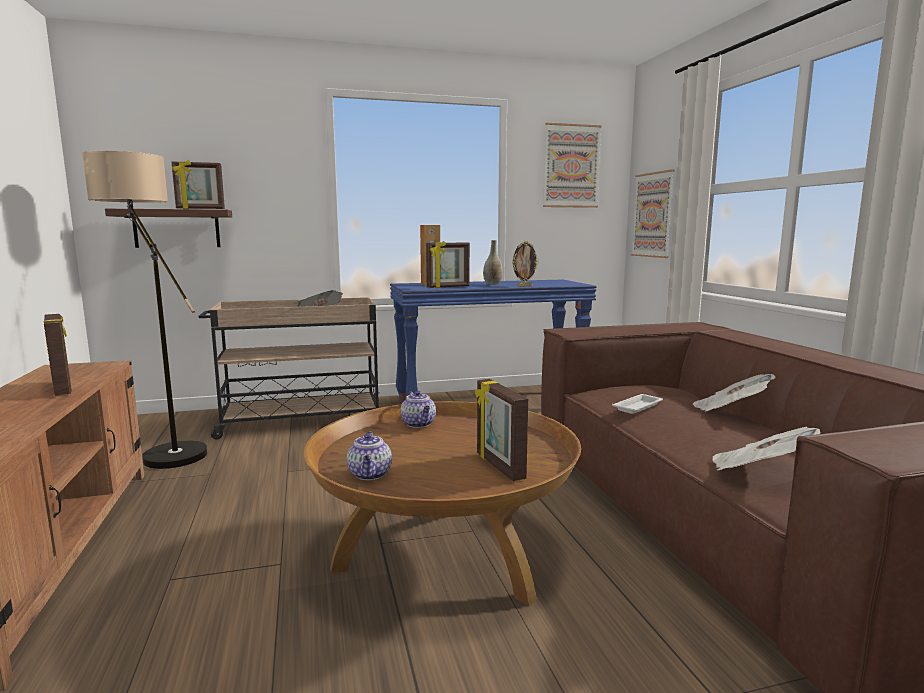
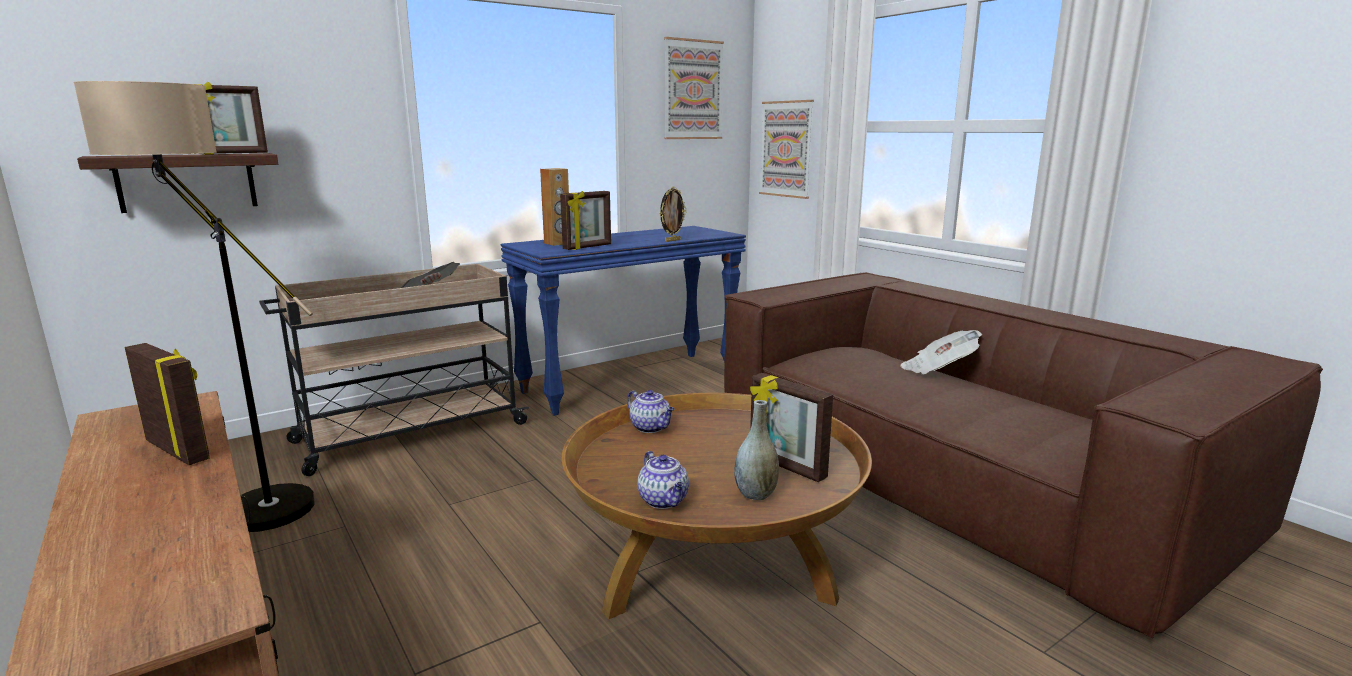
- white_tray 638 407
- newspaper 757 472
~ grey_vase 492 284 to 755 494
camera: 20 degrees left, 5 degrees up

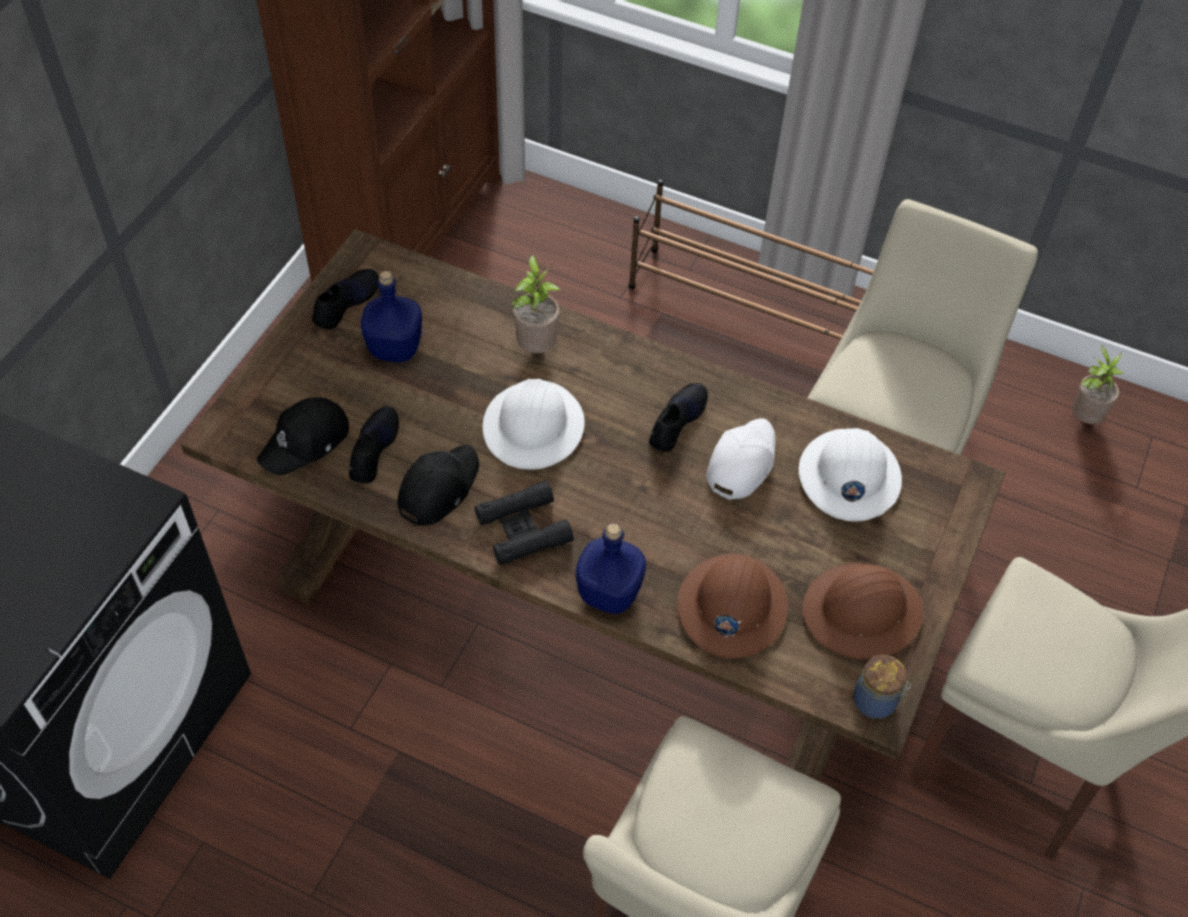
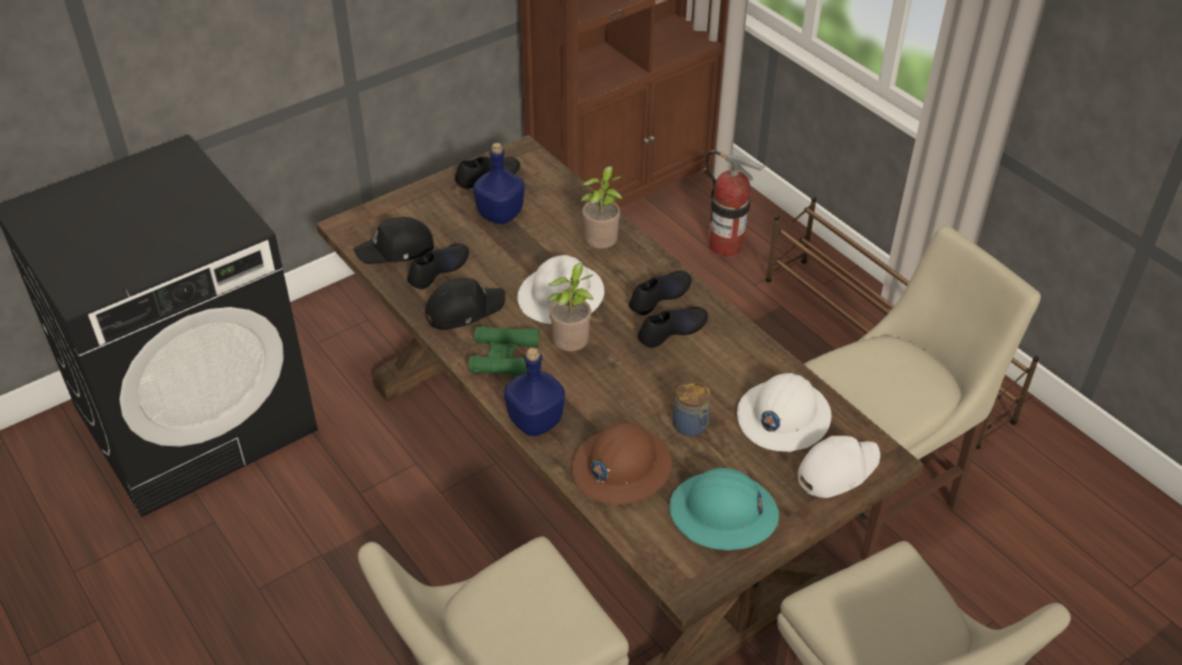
+ black_shoe 659 296
+ fire_extinguisher 726 246
~ white_cap 740 462 to 836 470
~ jar 876 702 to 691 426
~ potted_plant 1083 417 to 572 348
~ black_binoculars 523 529 to green_binoculars 504 357
~ brown_hard_hat 862 613 to turquoise_hard_hat 723 513
camera: 30 degrees right, 10 degrees down

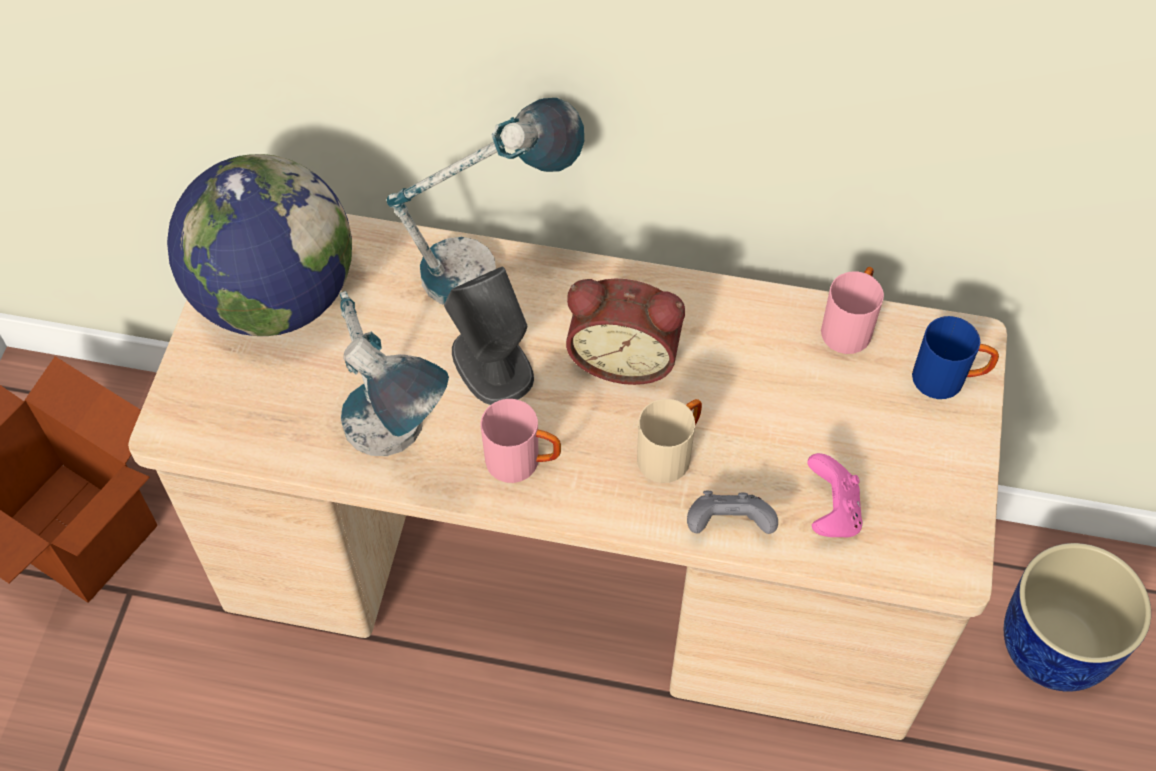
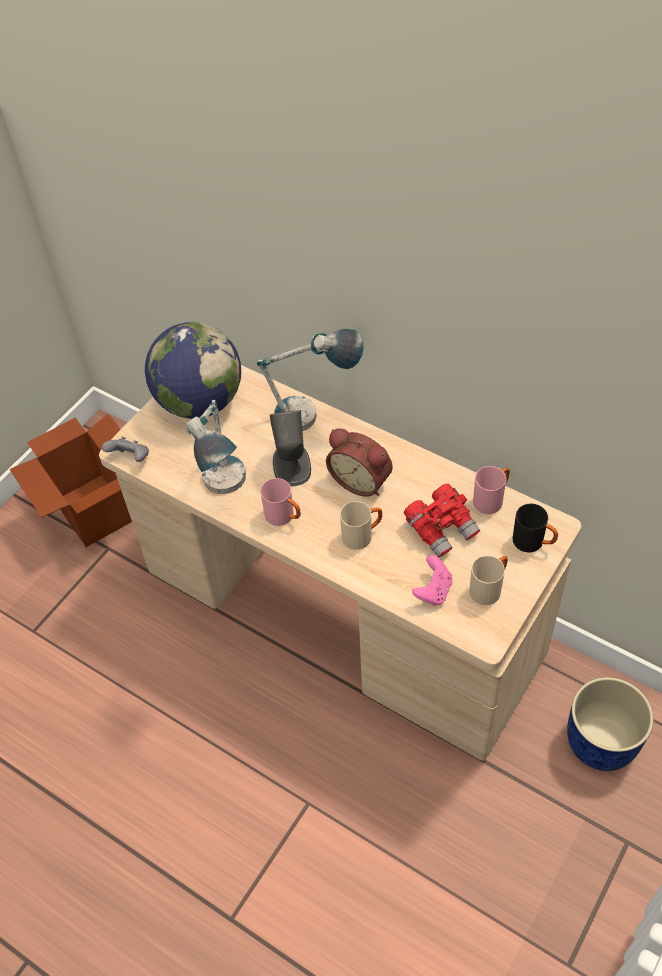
+ red_binoculars 442 528
+ beige_mug 489 588
~ grey_game_controller 728 526 to 131 458
~ blue_mug 948 379 to black_mug 533 543
camera: 25 degrees right, 5 degrees down

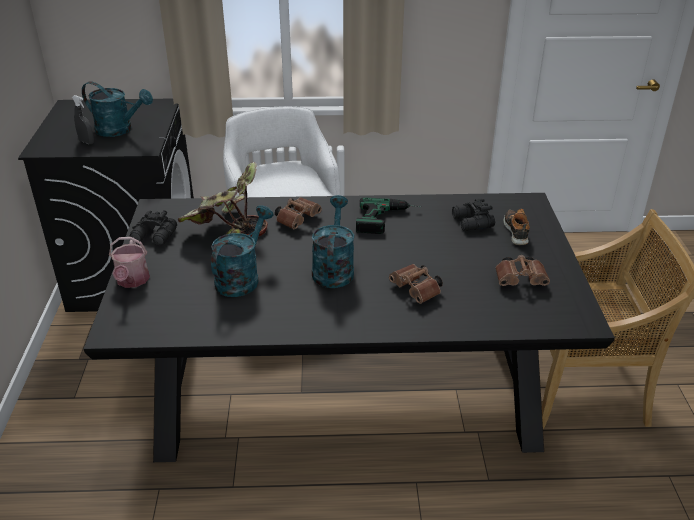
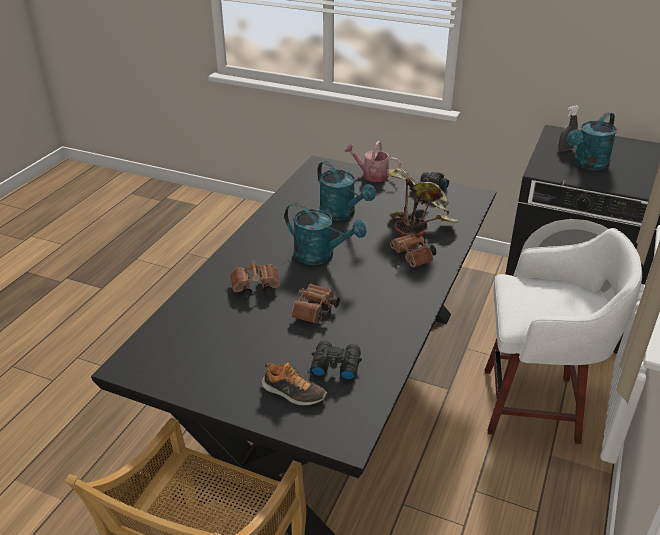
- power_drill 388 220
~ brown_binoculars 521 280 to 315 312
camera: 115 degrees right, 0 degrees up

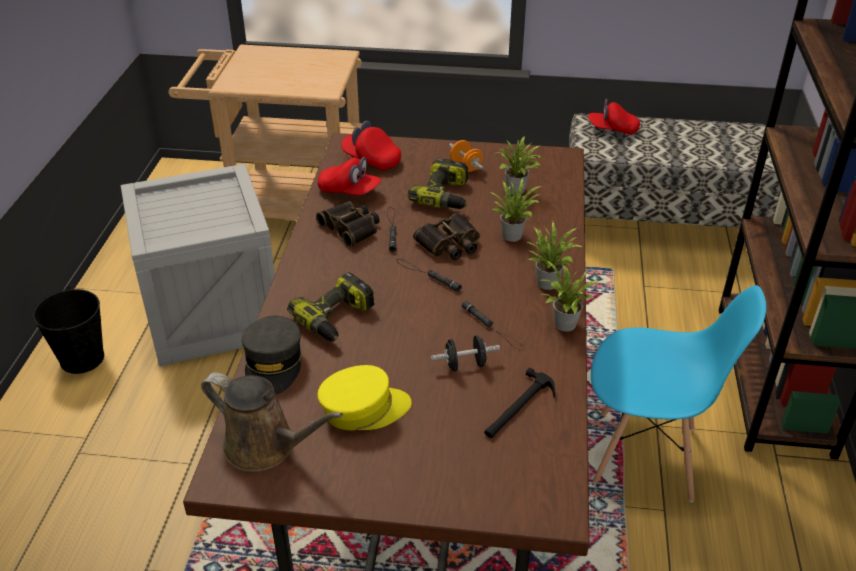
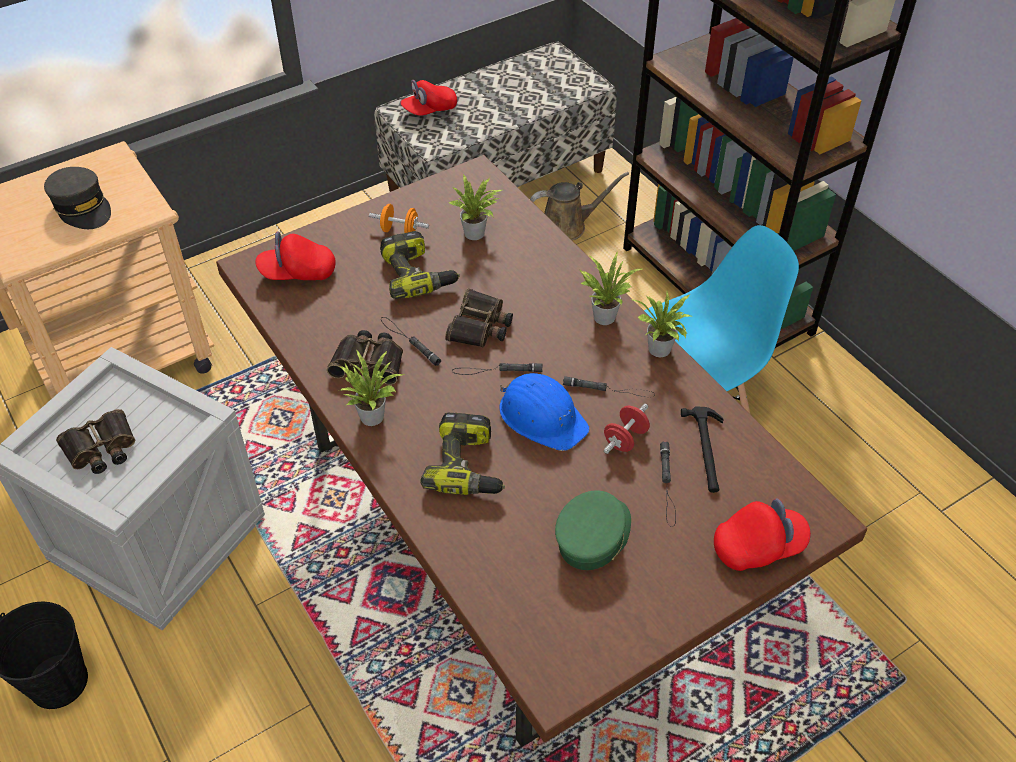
+ binoculars 101 449
+ blue_hard_hat 542 416
+ black_flashlight 667 485
~ brown_watering_can 265 446 to 567 226
~ grey_cap 273 364 to 82 207
~ red_cap 349 191 to 758 547
~ potted_plant 513 234 to 372 414
~ yellow_cap 364 409 to green_cap 593 537
~ black_dumbbell 465 365 to red_dumbbell 625 439
camera: 40 degrees left, 10 degrees up

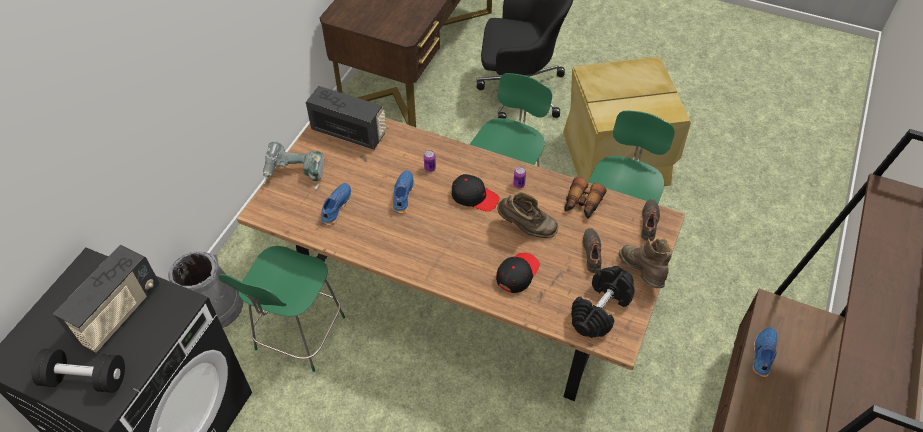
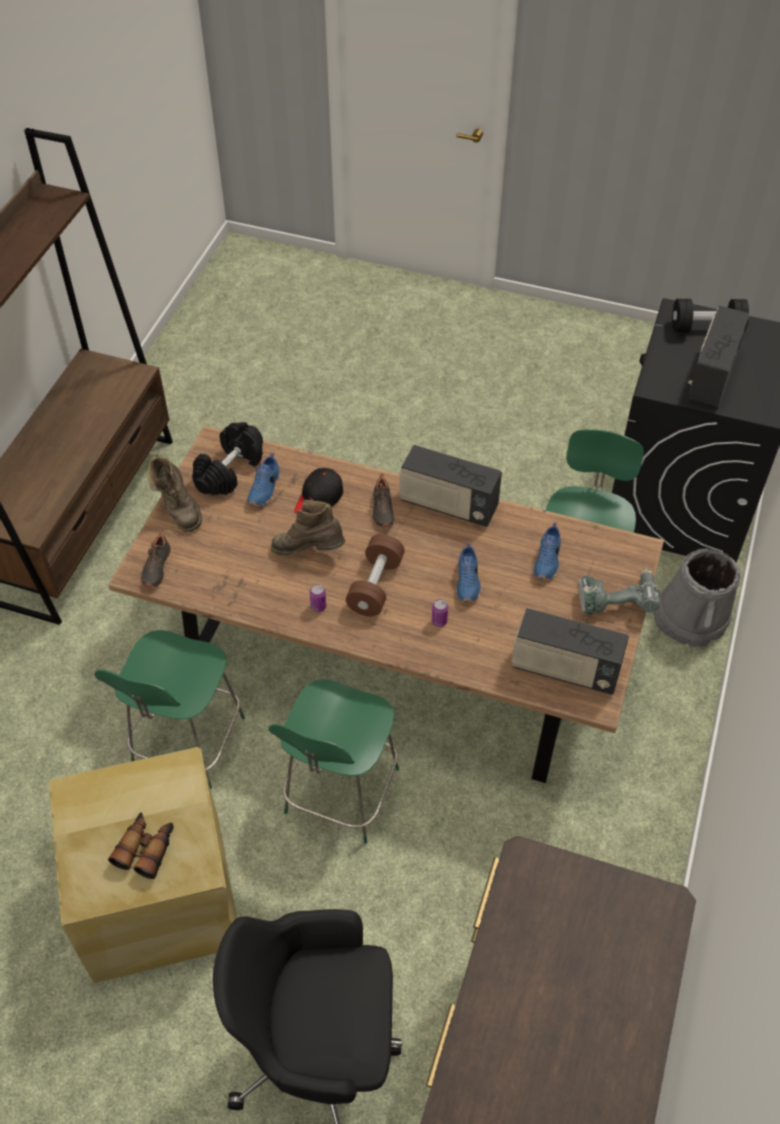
+ radio 448 505
~ binoculars 582 204 to 146 848
~ black_shoe 593 253 to 381 509
~ blue_shoe 762 354 to 265 489
~ black_cap 474 197 to brown_dumbbell 375 586
camera: 175 degrees right, 0 degrees up

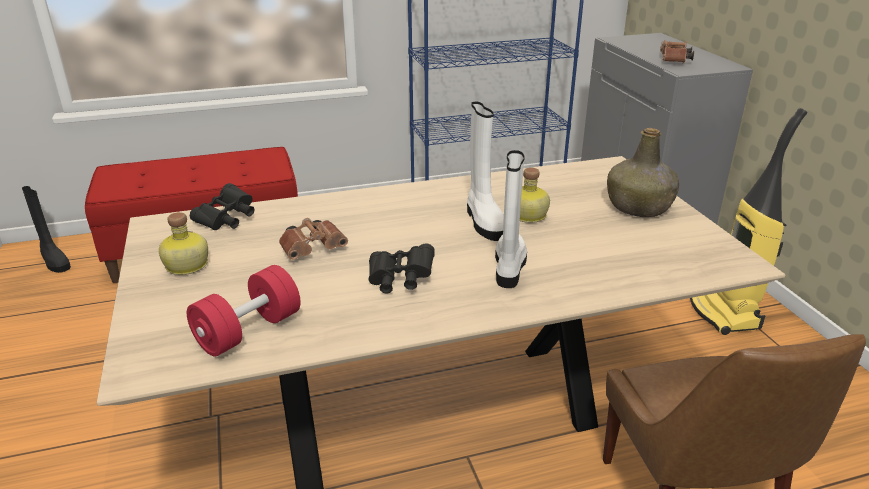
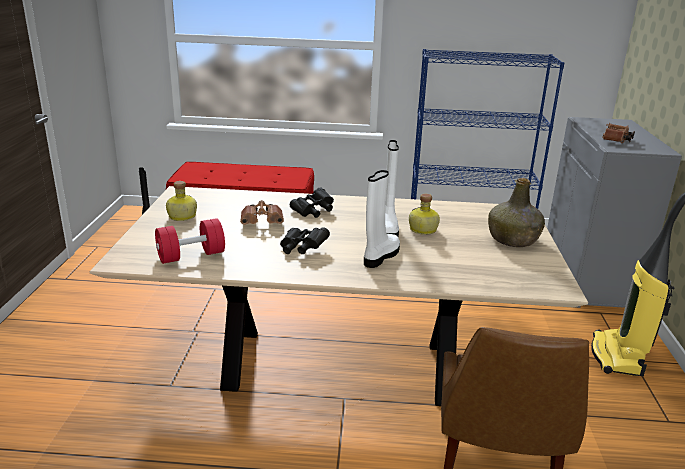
~ black_binoculars 227 219 to 313 211
camera: 20 degrees right, 5 degrees down

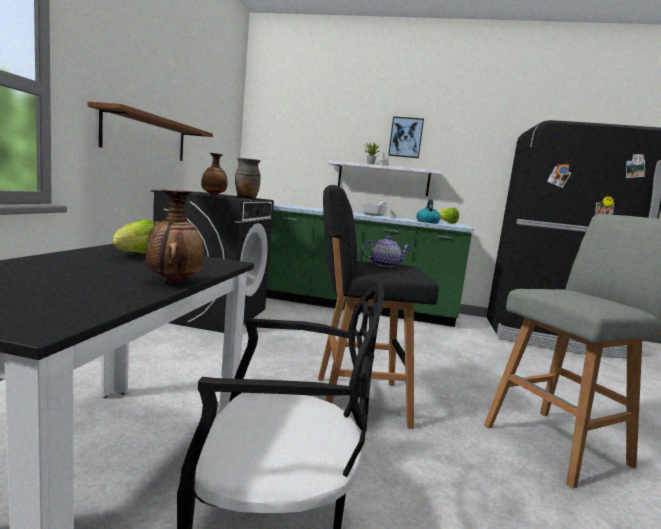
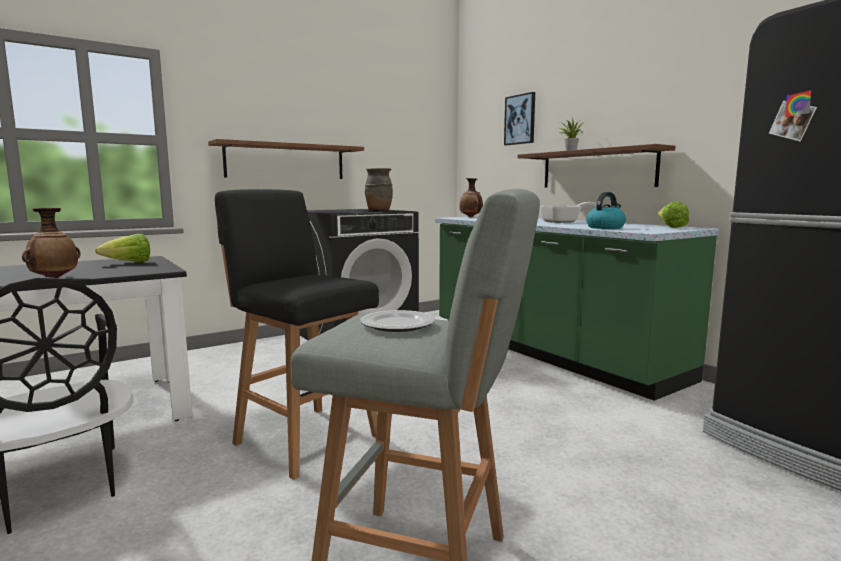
- teapot 384 265
+ plate 397 324
~ vase 214 195 to 471 217
~ picture 406 137 to 520 119
~ white_shelf 383 179 to brown_shelf 597 169
camera: 45 degrees right, 0 degrees up

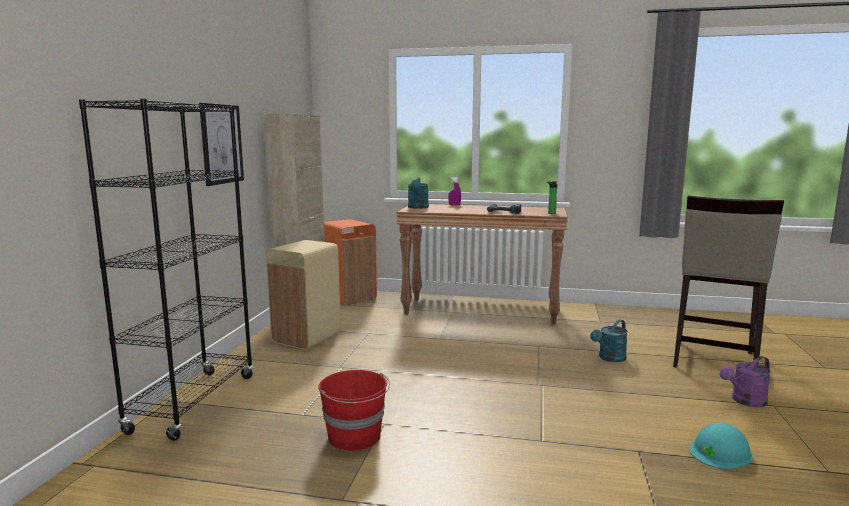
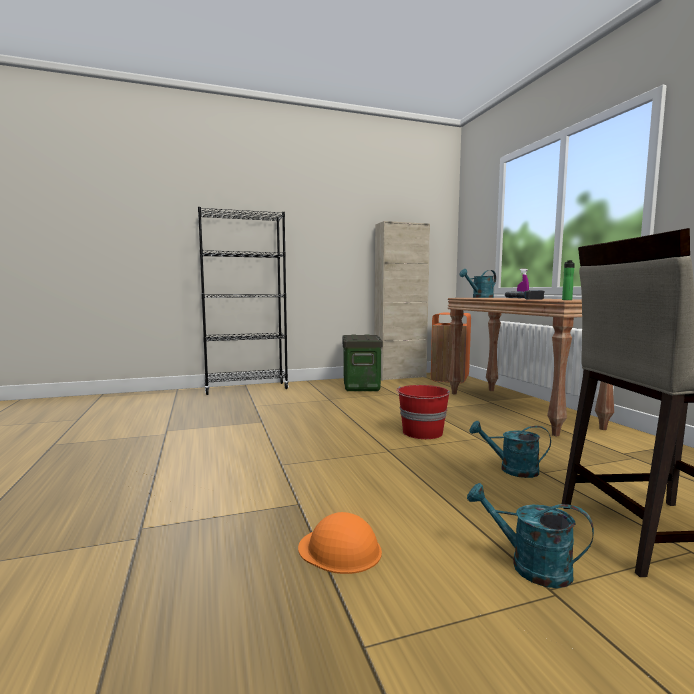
- picture 221 144
~ red_bucket 355 437 to 422 433
~ beige_trash_can 306 337 to storage_box 360 385
~ turquoise_hard_hat 720 452 to orange_hard_hat 340 549
~ purple_watering_can 745 401 to turquoise_watering_can 529 566
camera: 60 degrees right, 5 degrees down

